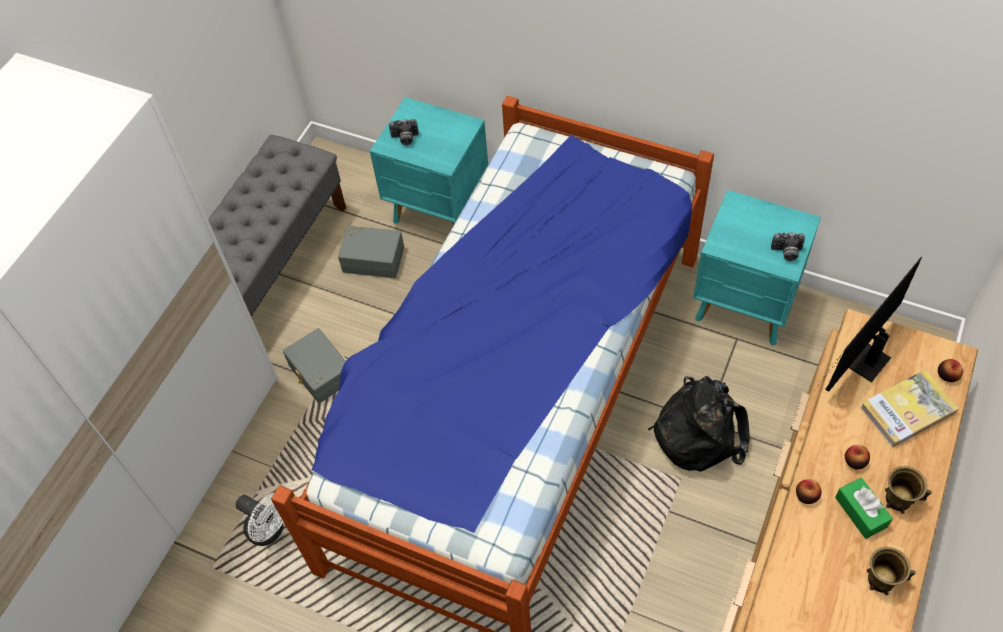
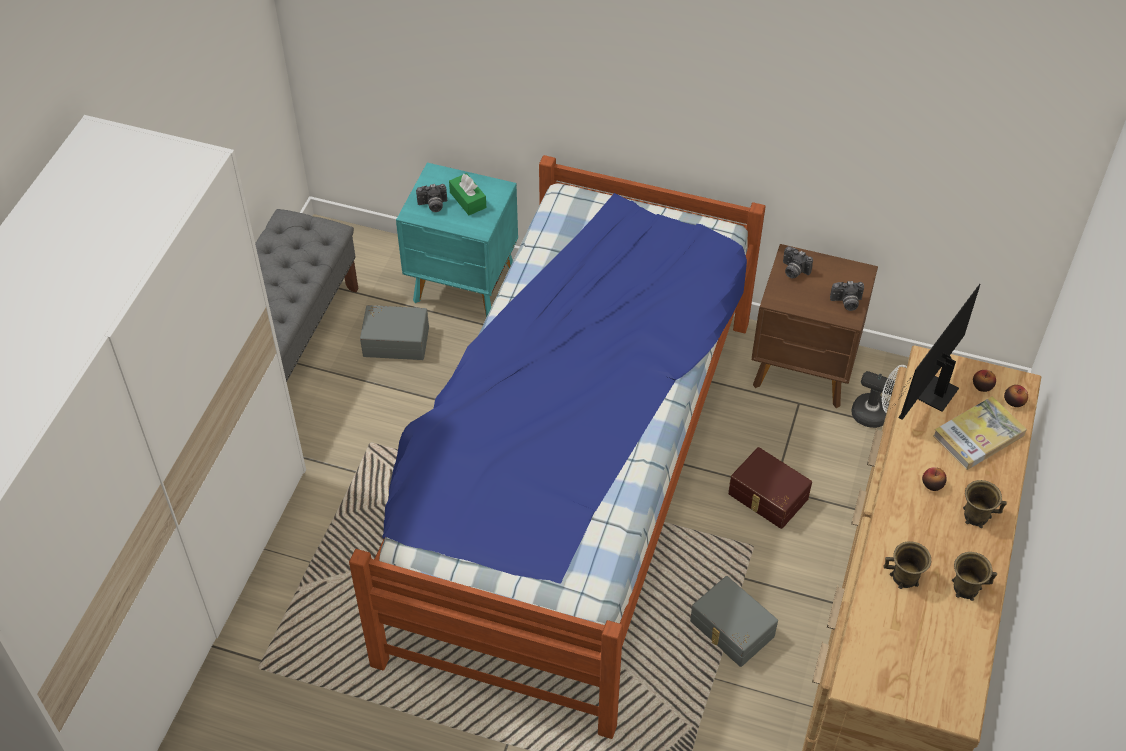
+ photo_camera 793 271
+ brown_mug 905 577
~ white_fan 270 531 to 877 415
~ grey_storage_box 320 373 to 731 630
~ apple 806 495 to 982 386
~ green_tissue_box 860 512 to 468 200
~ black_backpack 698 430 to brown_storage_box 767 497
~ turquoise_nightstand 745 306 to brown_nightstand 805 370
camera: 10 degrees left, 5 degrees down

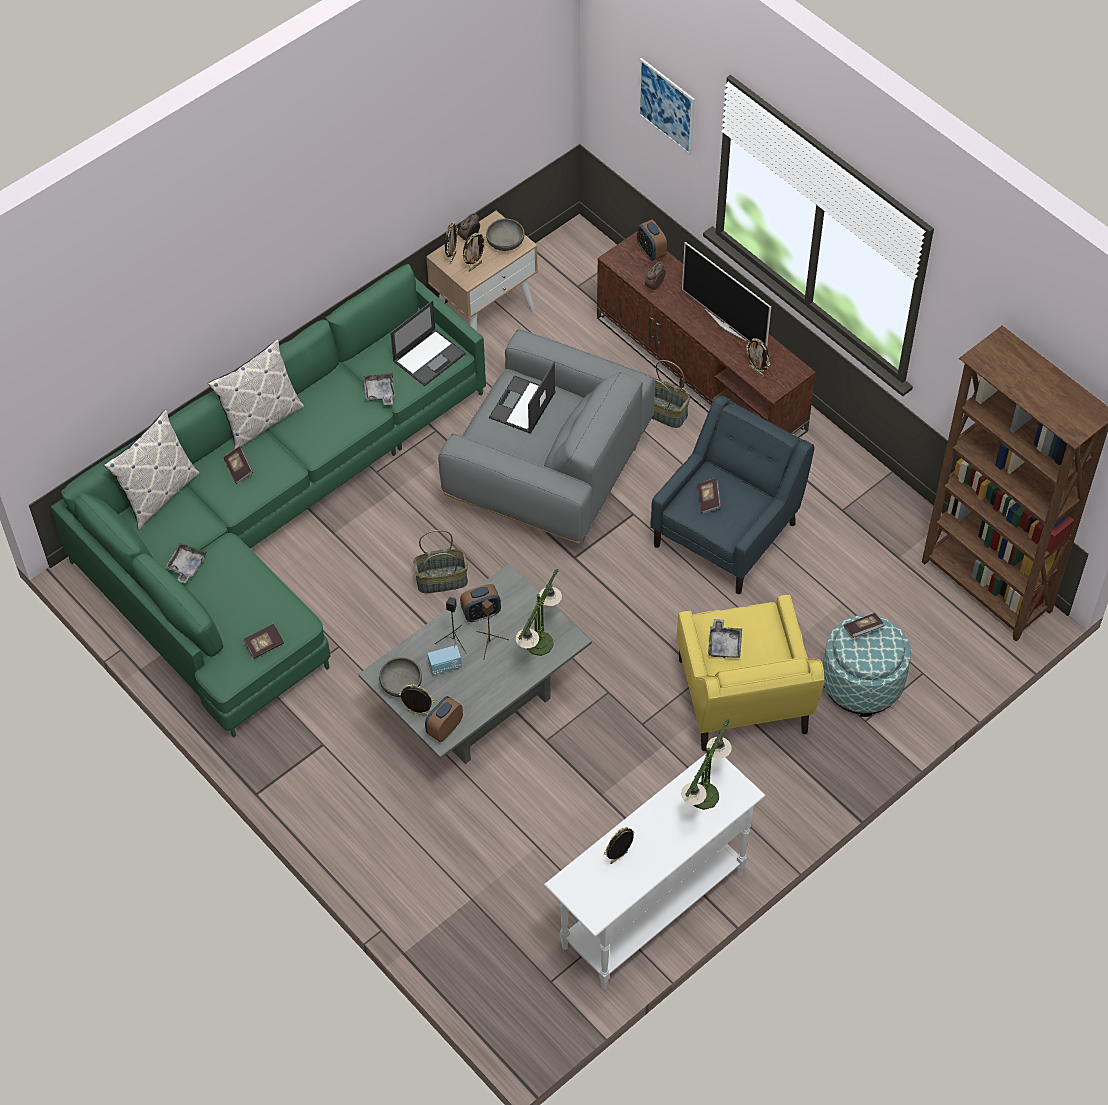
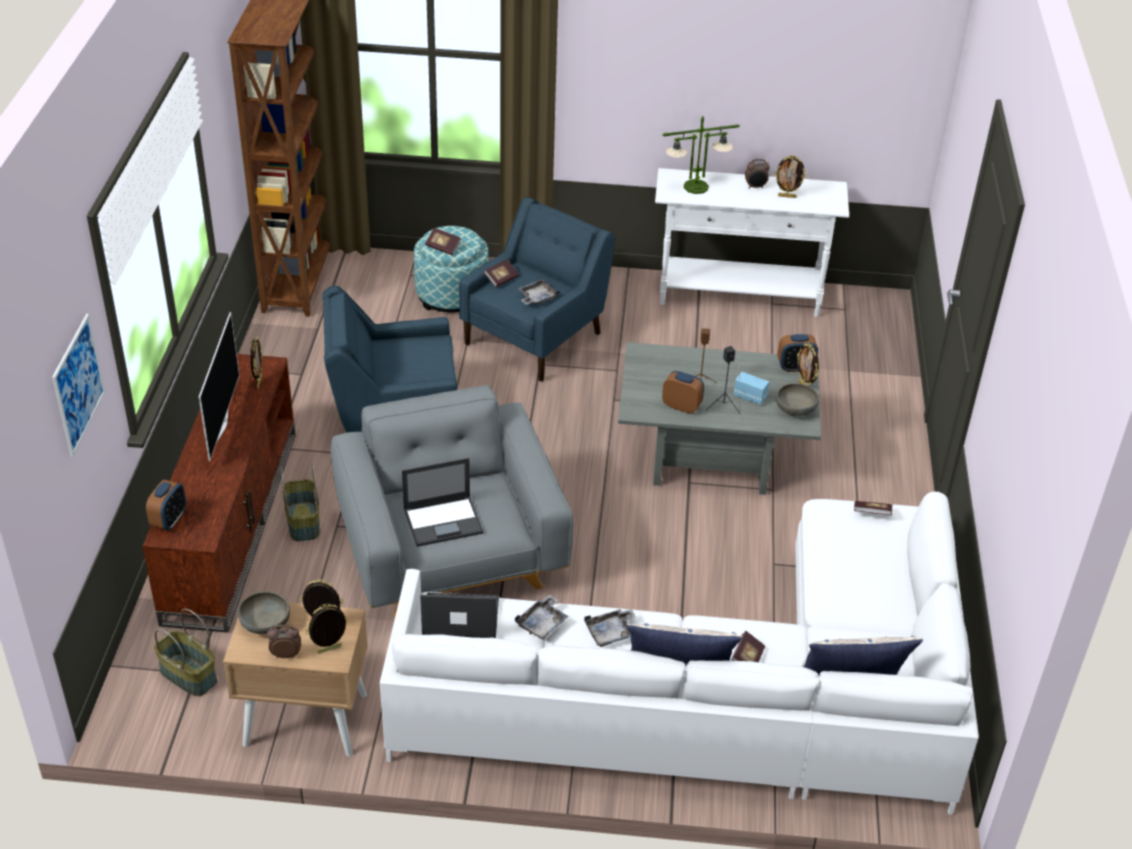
- table_lamp 539 644
~ grey_tray 186 566 to 611 633
~ basket 442 579 to 187 676
~ alarm_clock 654 286 to 755 187
~ book 708 500 to 501 279
~ green_sofa 271 521 to white_sofa 723 698
~ yellow_armchair 743 700 to blue_armchair 535 337
camera: 135 degrees left, 15 degrees down

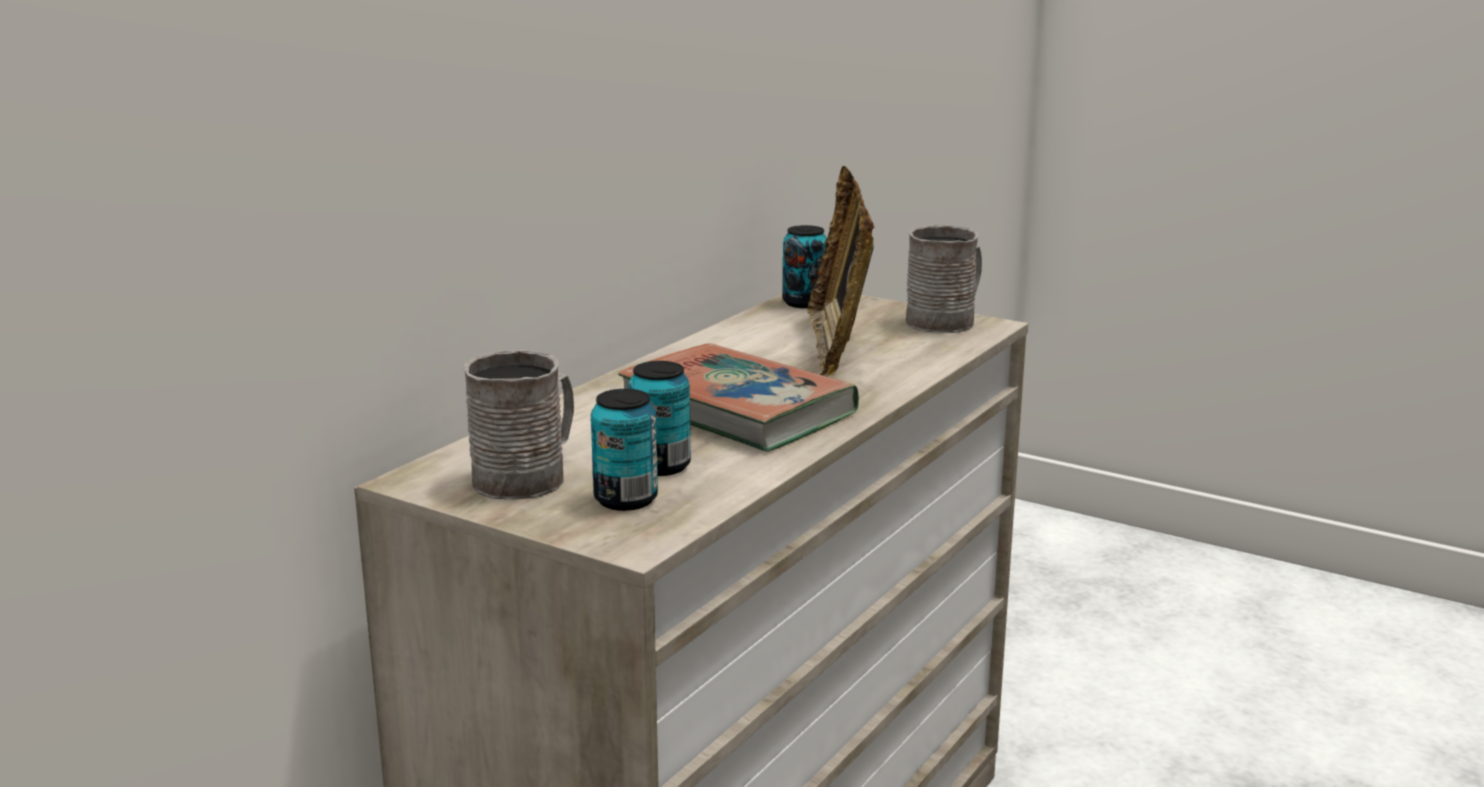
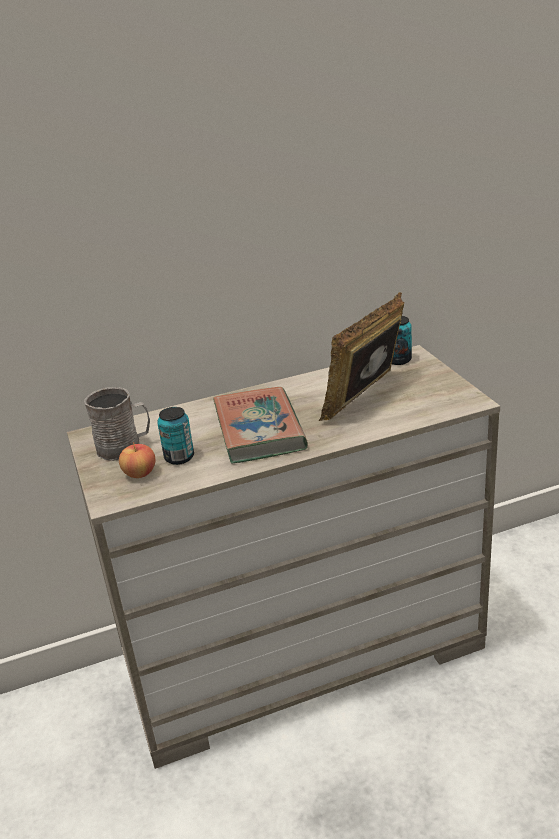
- grey_mug 946 320
~ can 625 499 to apple 140 473
camera: 40 degrees right, 10 degrees up

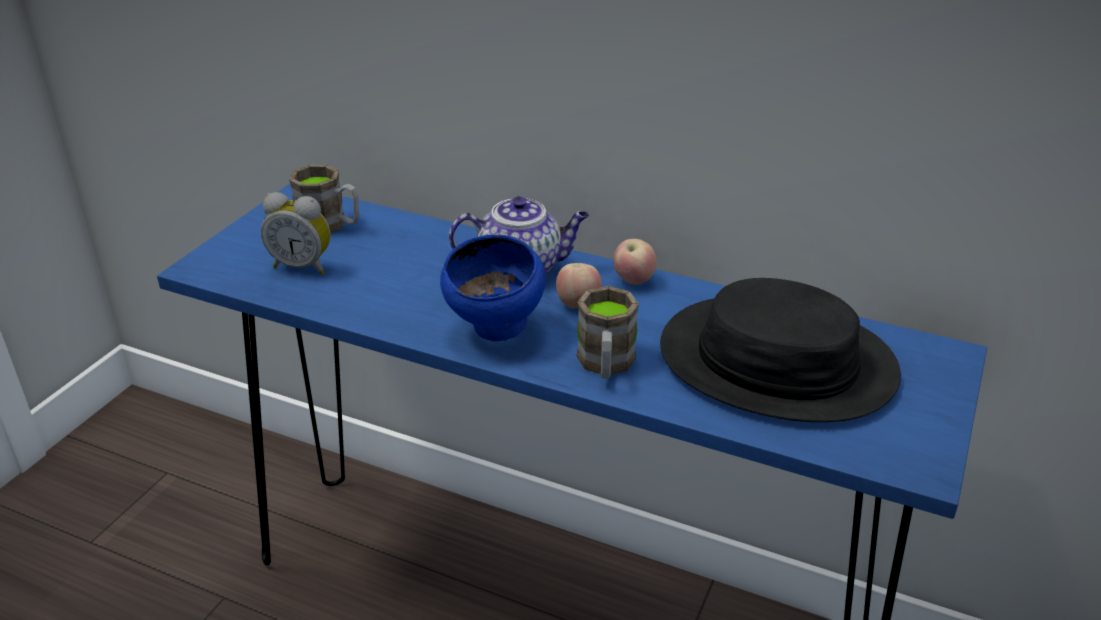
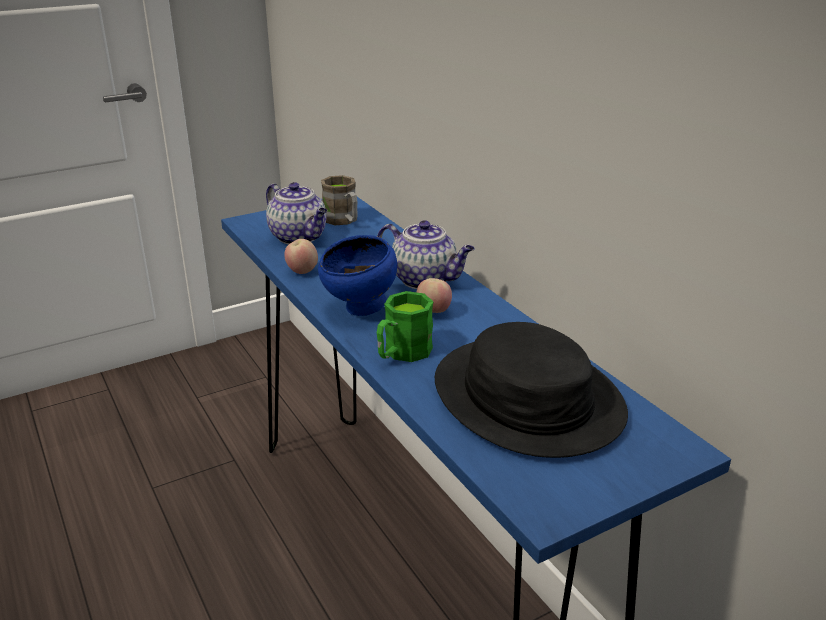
~ apple 633 281 to 302 271
~ alarm_clock 303 266 to teapot 299 237
~ brown_mug 605 365 to green_mug 402 353
camera: 35 degrees right, 5 degrees down

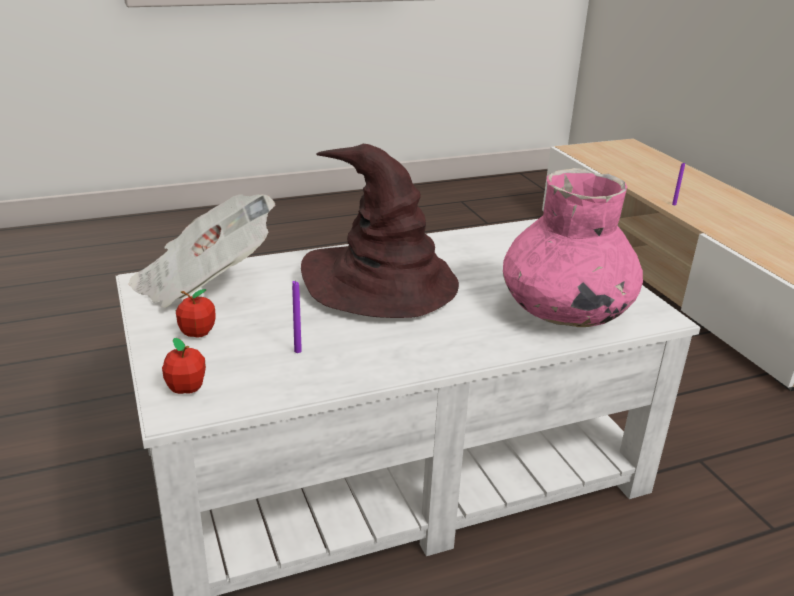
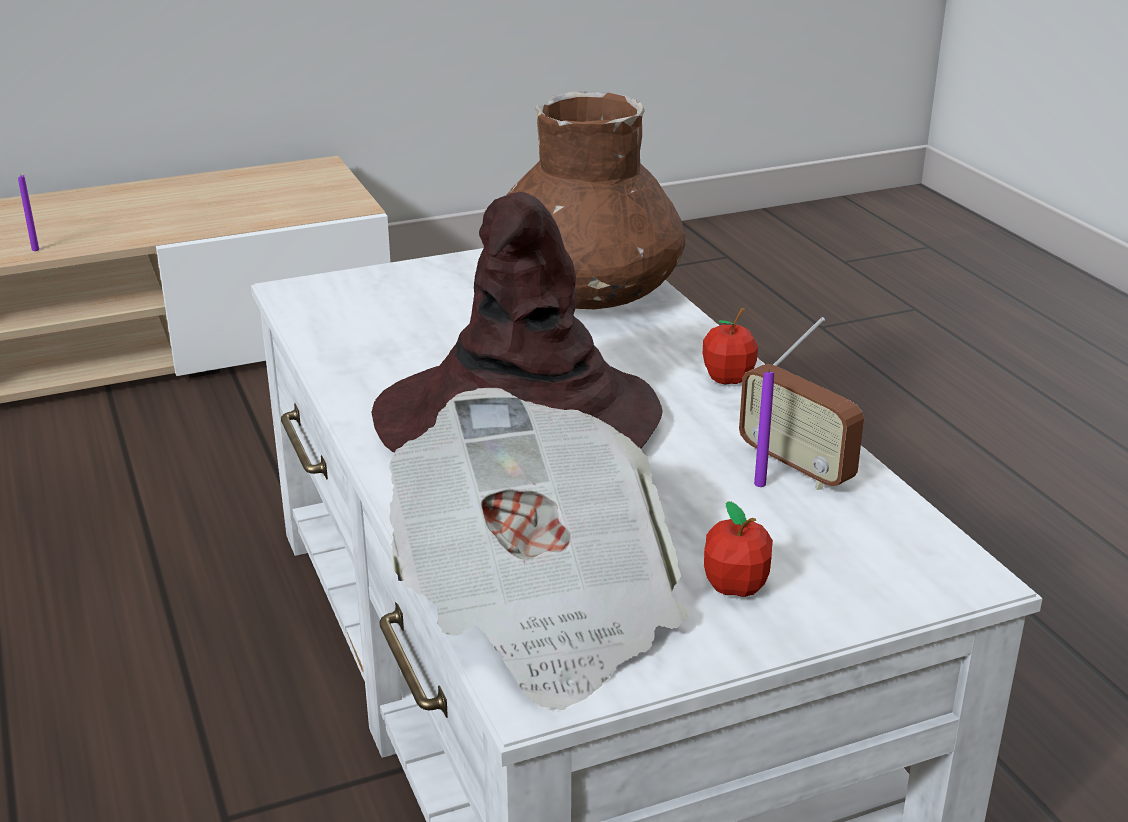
+ radio 796 467
~ apple 186 388 to 728 379
~ pink_vase 564 310 to brown_vase 586 294
camera: 90 degrees left, 0 degrees up

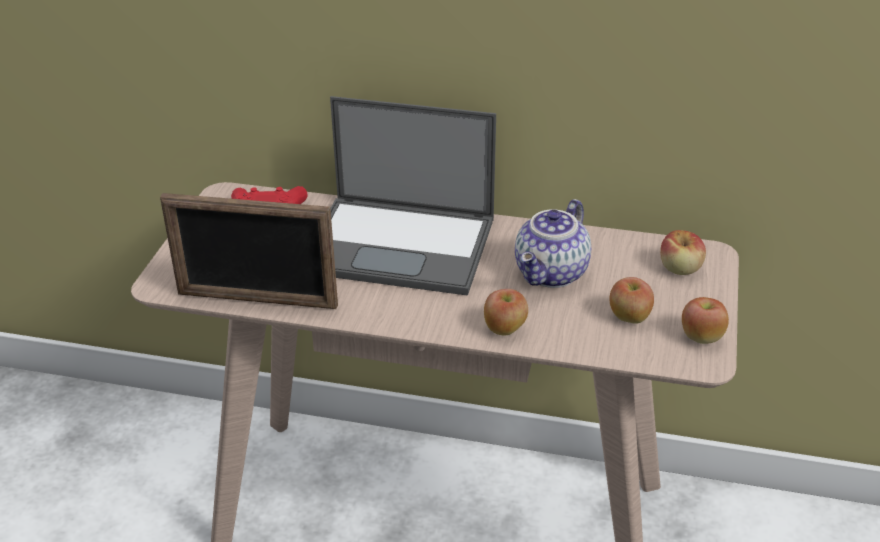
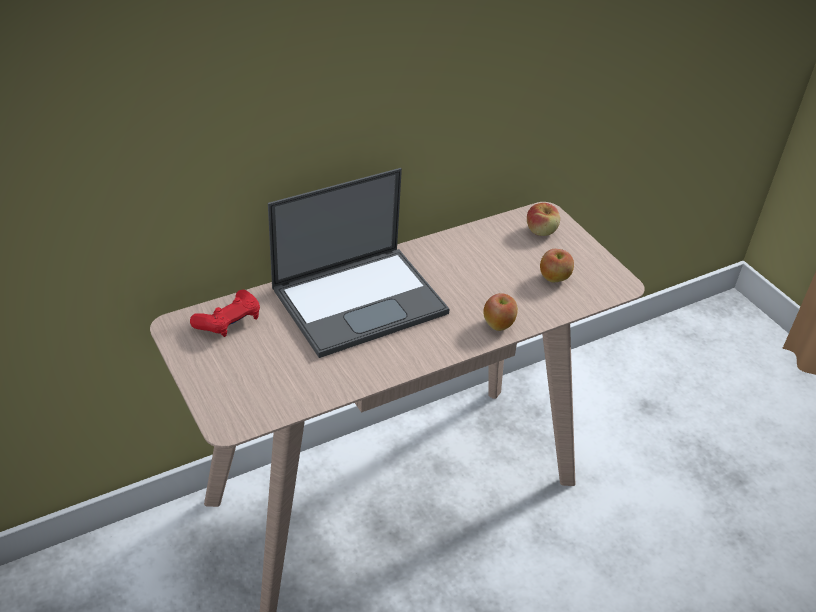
- picture_frame 257 300
- teapot 552 274
- apple 701 337
camera: 45 degrees left, 5 degrees up

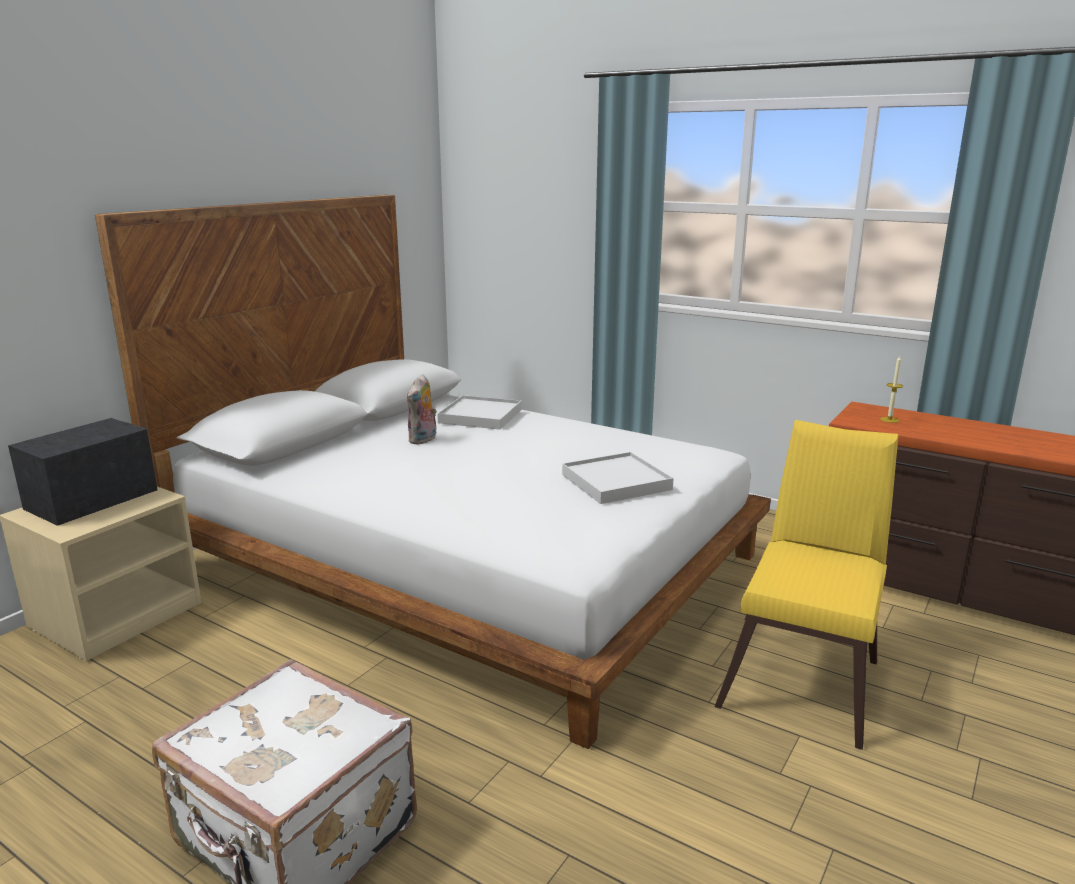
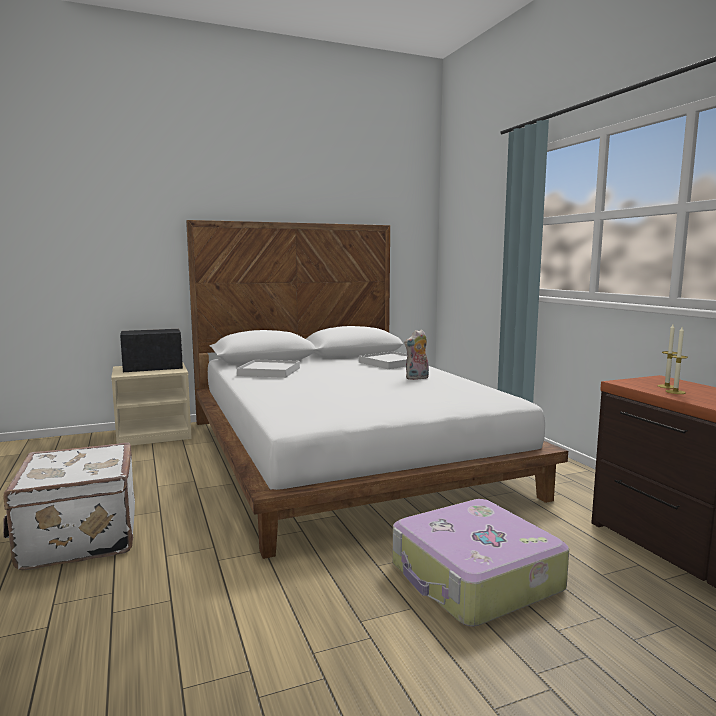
+ candle 675 392
~ plush_toy 423 440 to 417 378
~ white_tray 616 482 to 269 371
~ yellow_chair 804 676 to suitcase 474 578
camera: 35 degrees right, 10 degrees down

